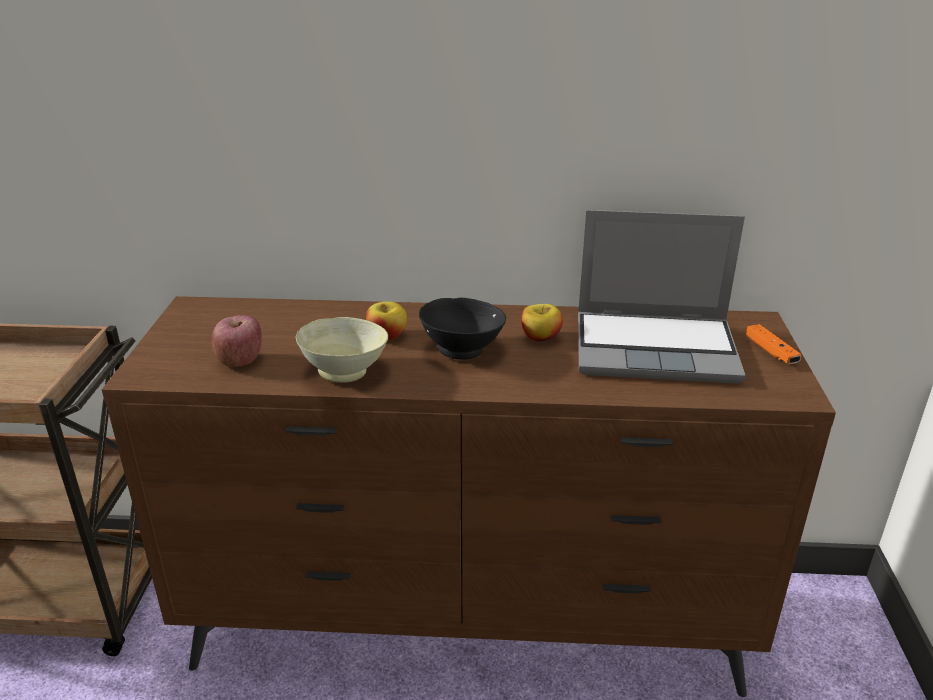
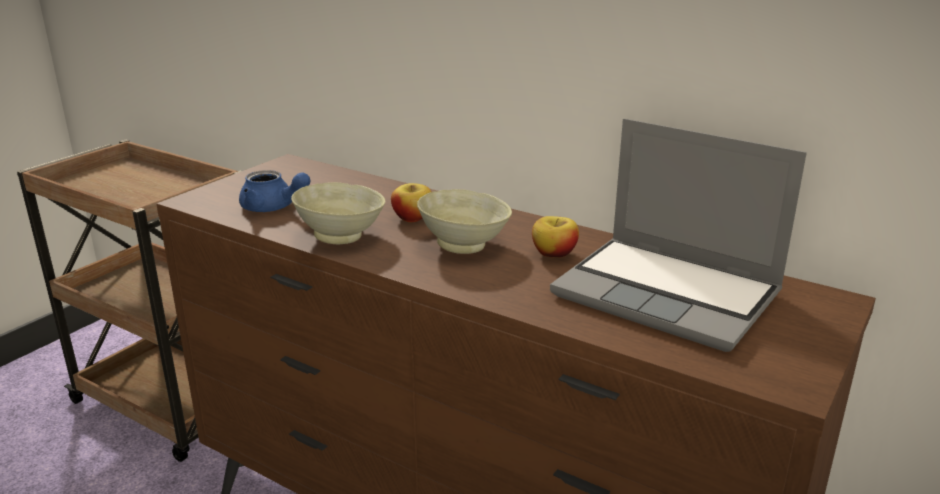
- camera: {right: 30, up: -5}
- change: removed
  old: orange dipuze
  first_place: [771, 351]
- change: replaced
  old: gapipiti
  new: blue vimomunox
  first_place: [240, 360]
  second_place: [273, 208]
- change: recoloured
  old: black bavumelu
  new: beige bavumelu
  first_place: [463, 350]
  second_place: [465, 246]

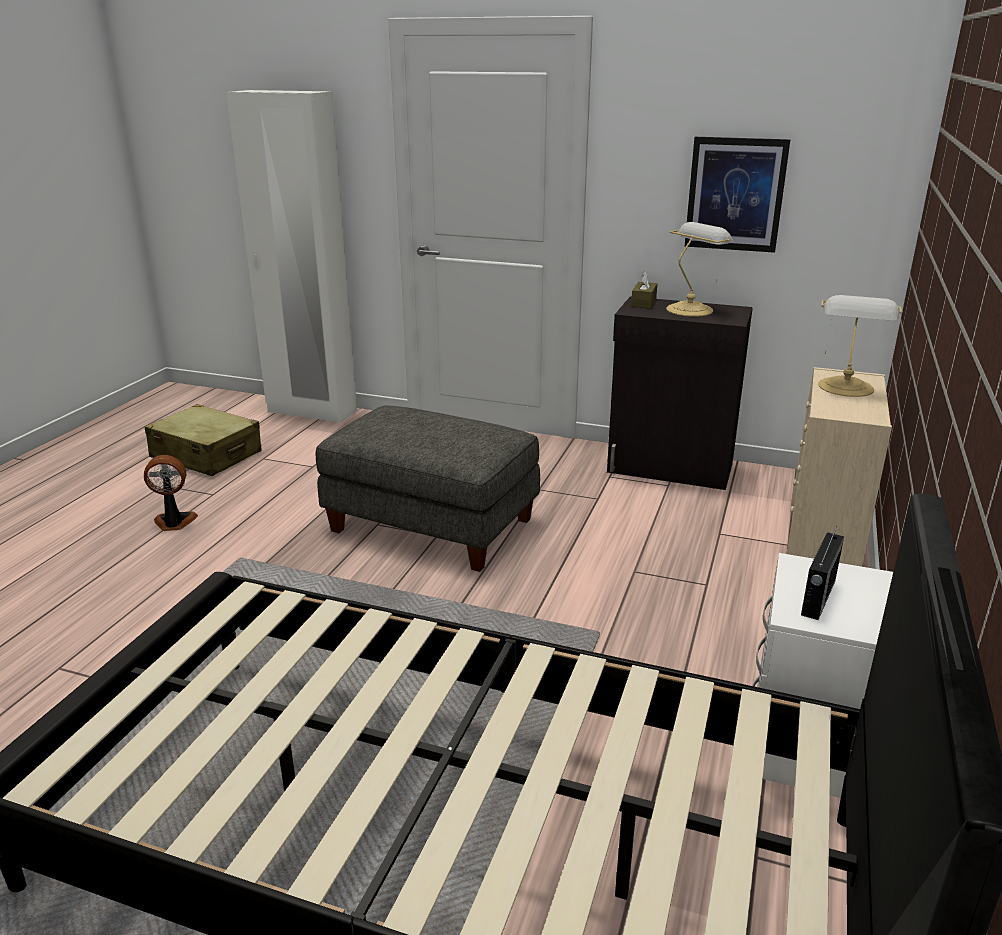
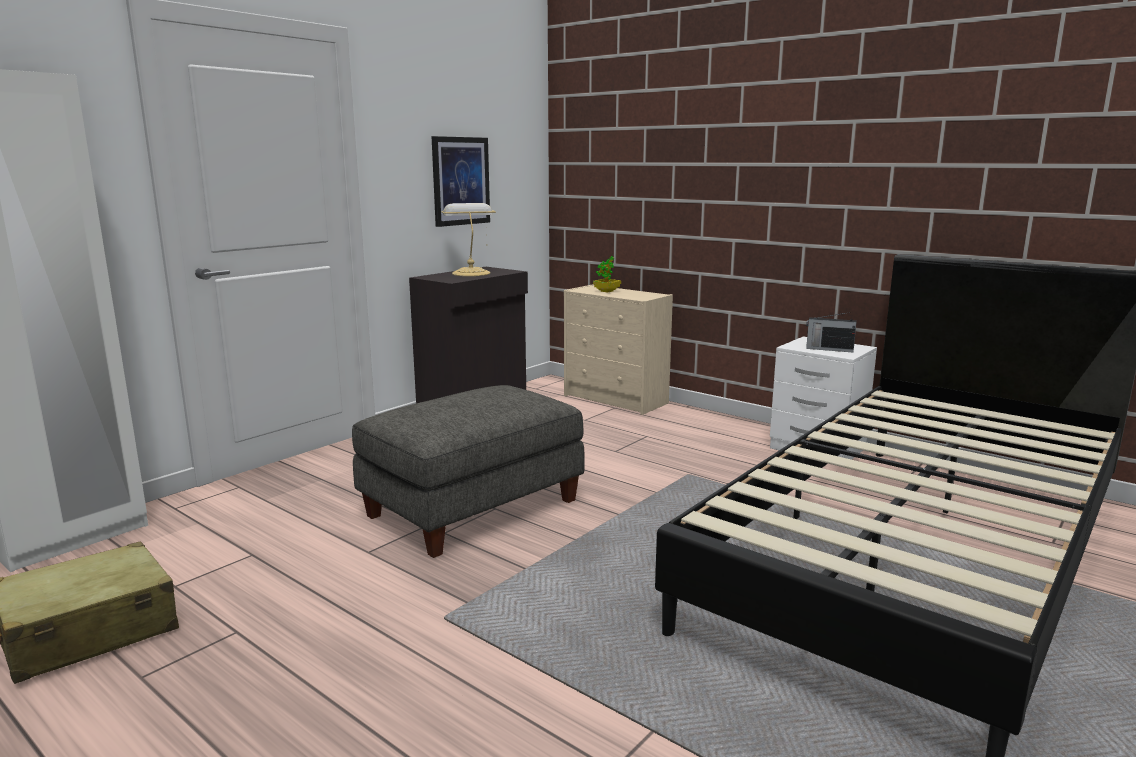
- camera: {right: -70, up: -10}
- change: removed
  old: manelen
  first_place: [174, 523]
- change: removed
  old: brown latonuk
  first_place: [643, 302]
- change: replaced
  old: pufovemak
  new: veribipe
  first_place: [846, 388]
  second_place: [607, 291]
- change: turned
  old: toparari
  first_place: [817, 598]
  second_place: [828, 349]
  degrees: 150

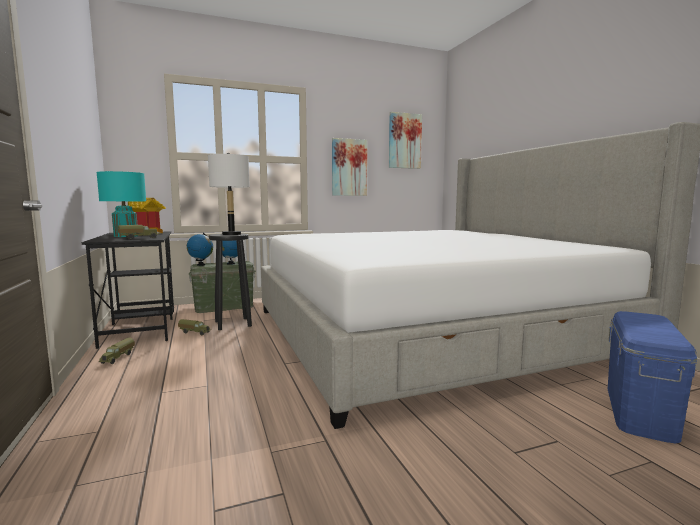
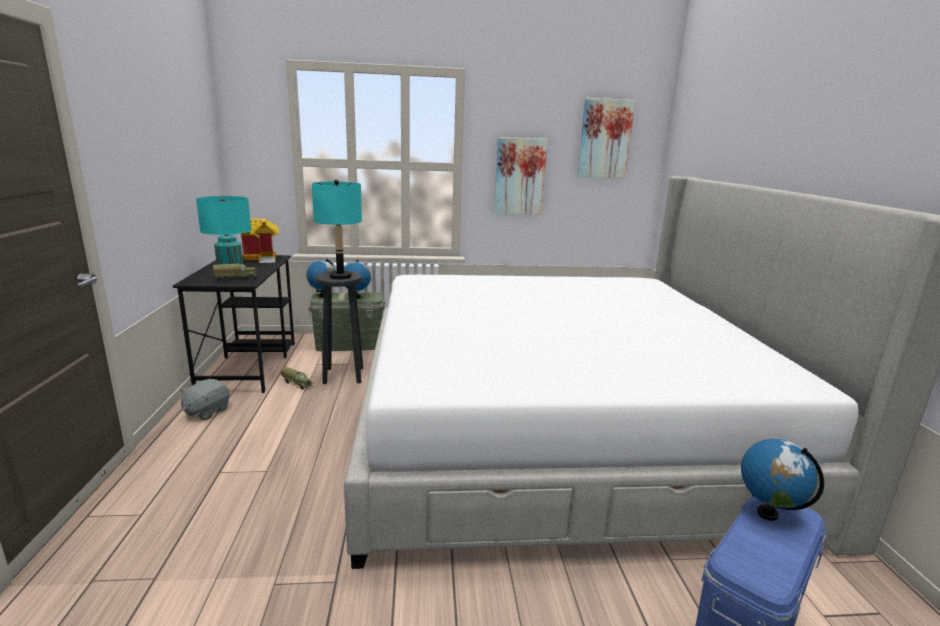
- camera: {right: 15, up: 10}
- change: added
  new: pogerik
  second_place: [767, 513]
- change: replaced
  old: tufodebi
  new: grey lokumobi
  first_place: [118, 358]
  second_place: [206, 411]
- change: recoloured
  old: white pufovemak
  new: turquoise pufovemak
  first_place: [231, 234]
  second_place: [340, 276]

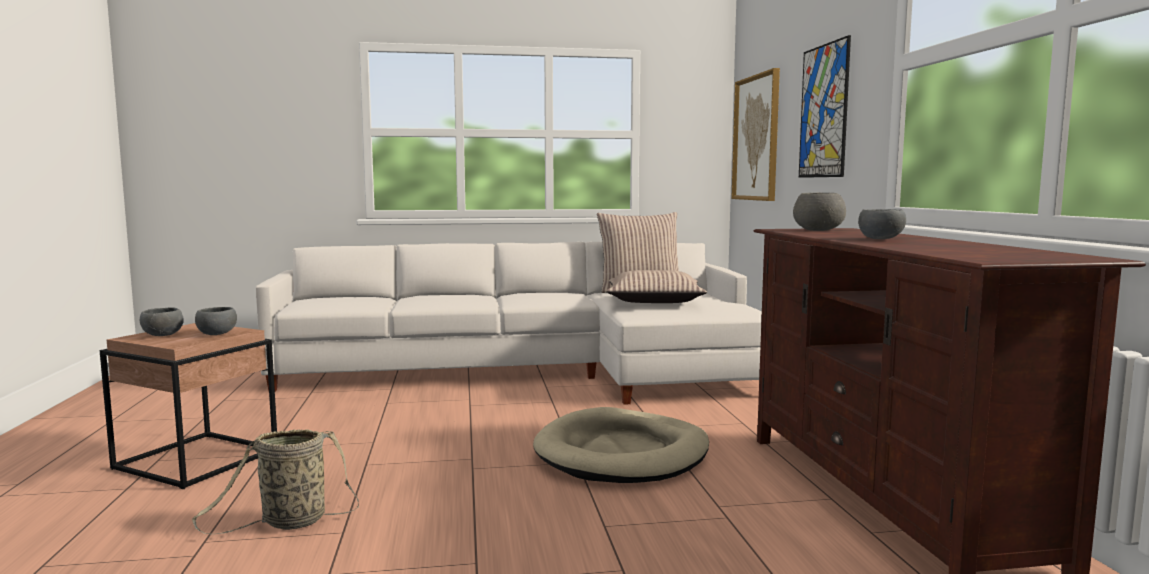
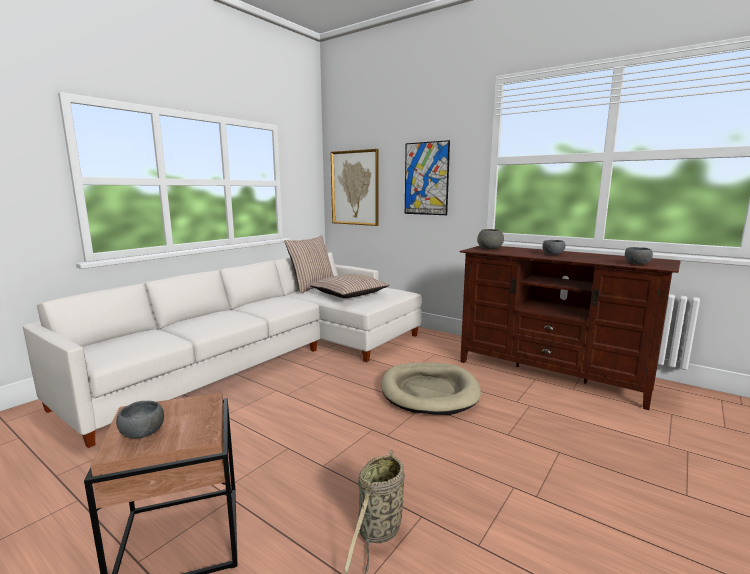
- camera: {right: -45, up: 5}
- change: moved
  old: grey bavumelu
  first_place: [217, 334]
  second_place: [636, 264]

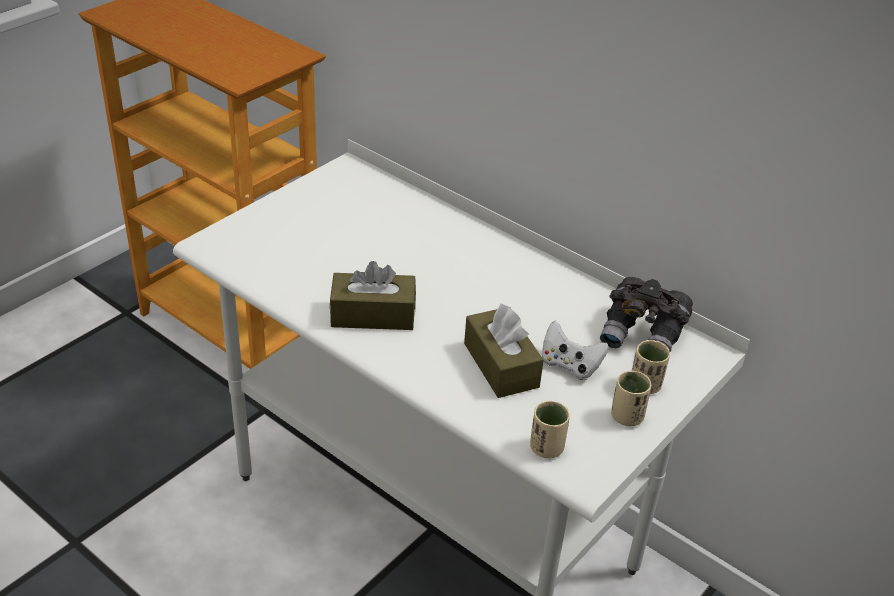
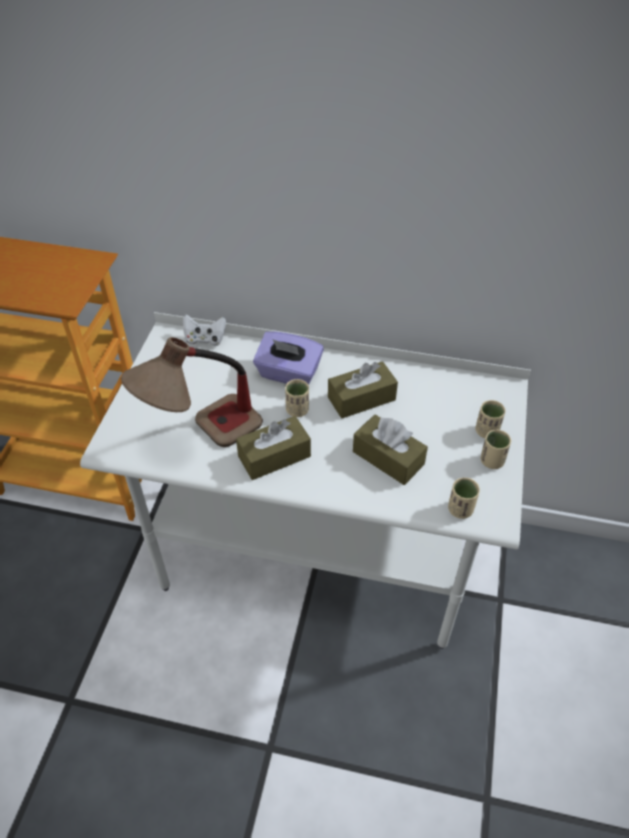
- camera: {right: -25, up: 10}
- change: removed
  old: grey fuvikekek
  first_place: [643, 335]
- change: added
  new: pufovemak
  second_place: [202, 439]
- change: added
  new: purple latonuk
  second_place: [288, 374]
- change: added
  new: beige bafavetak
  second_place: [297, 410]
- change: added
  new: brown latonuk
  second_place: [361, 398]
- change: moved
  old: white dipuze
  first_place: [569, 365]
  second_place: [205, 339]

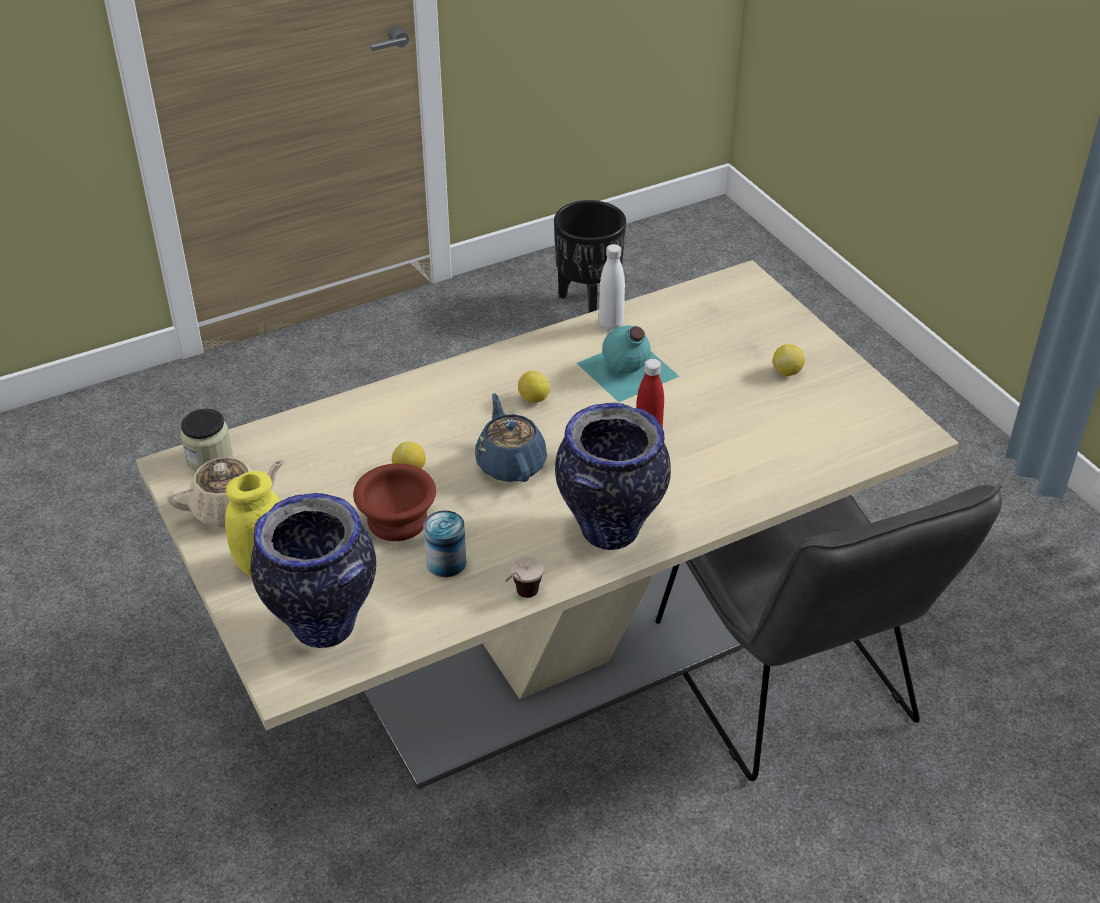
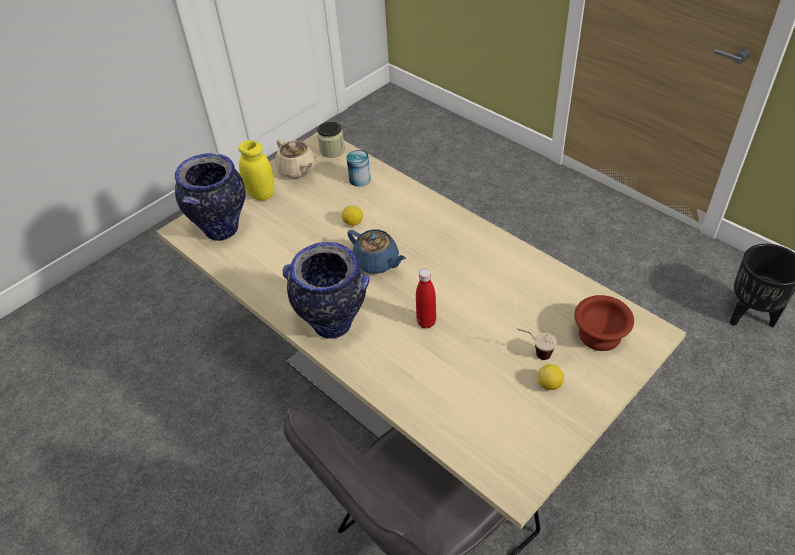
- camera: {right: 75, up: 5}
- change: removed
  old: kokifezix
  first_place: [533, 398]
- change: removed
  old: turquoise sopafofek
  first_place: [627, 370]
- change: removed
  old: white sopafofek
  first_place: [611, 325]
- change: moved
  old: brown bavumelu
  first_place: [398, 522]
  second_place: [598, 336]
- change: moved
  old: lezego
  first_place: [446, 562]
  second_place: [359, 179]
- change: moved
  old: bafavetak
  first_place: [521, 599]
  second_place: [534, 353]
- change: turned
  old: blue vimomunox
  first_place: [510, 463]
  second_place: [377, 262]
  degrees: 75

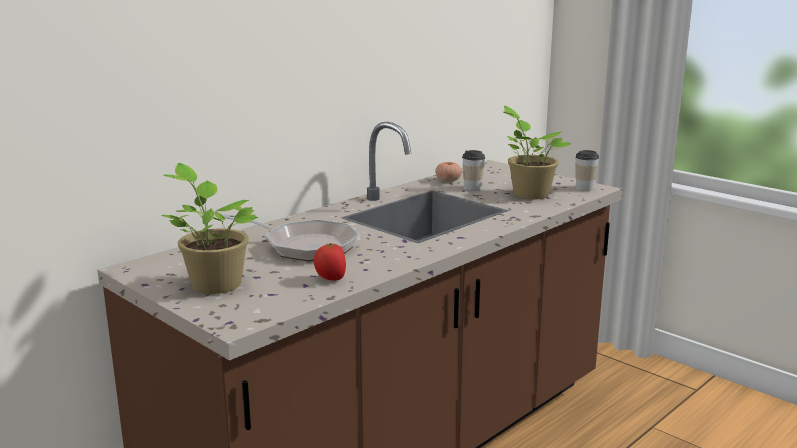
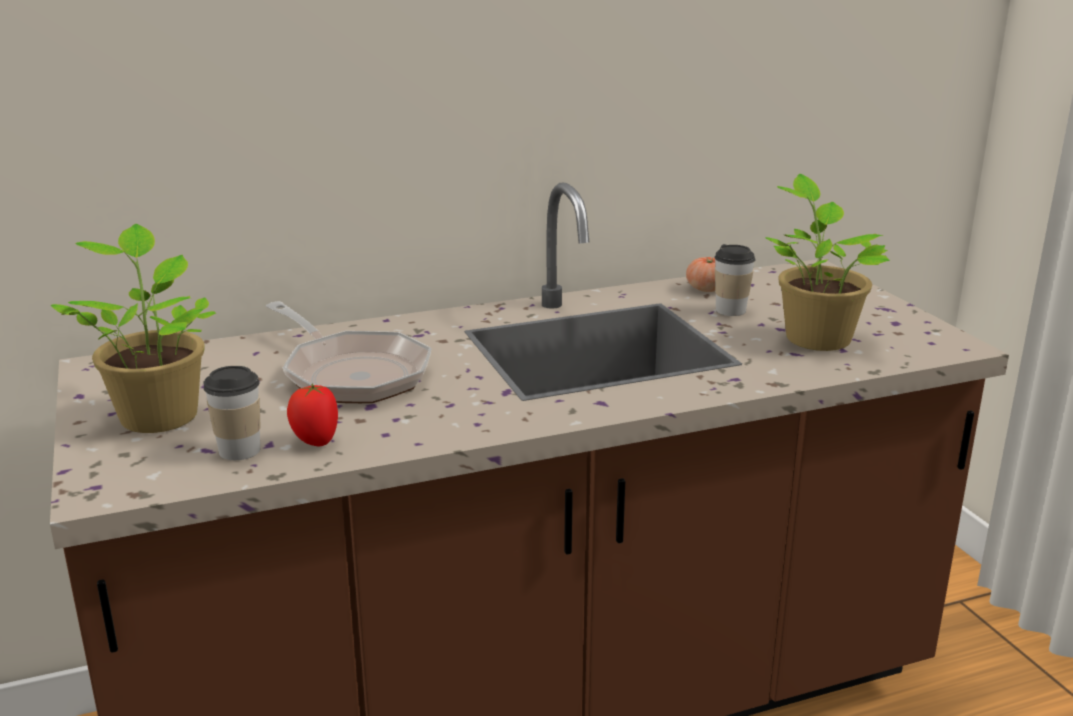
- camera: {right: 25, up: 5}
- change: moved
  old: bafavetak
  first_place: [584, 188]
  second_place: [239, 450]

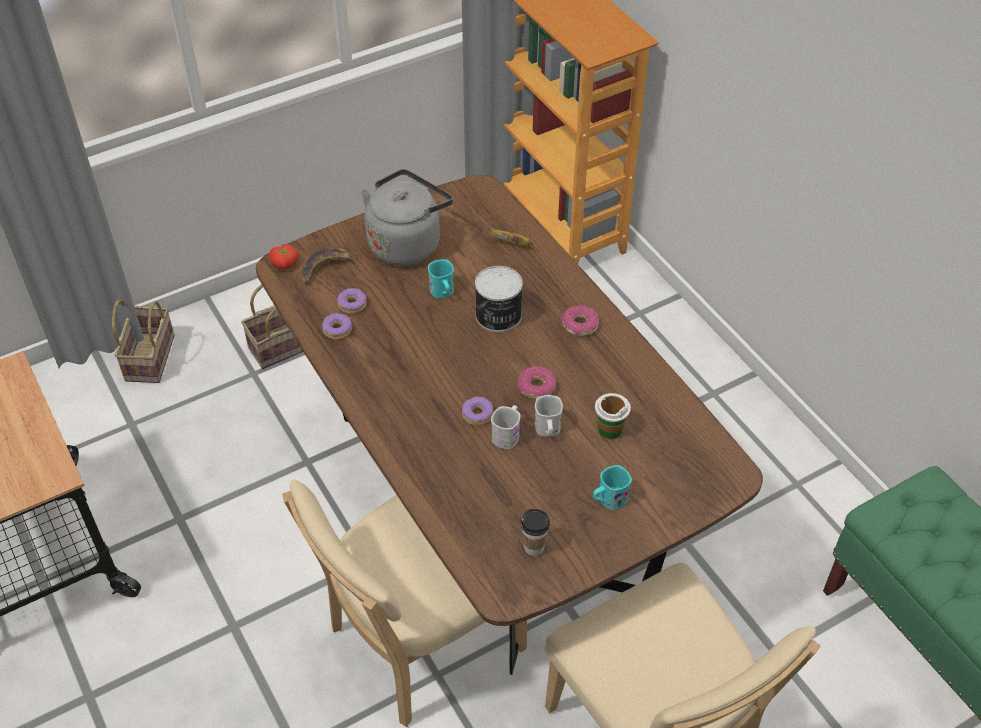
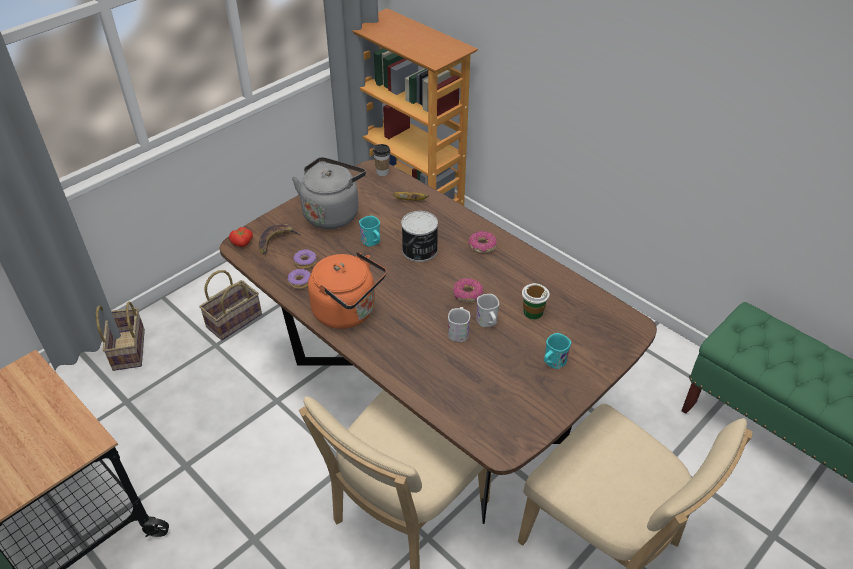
- camera: {right: -15, up: -5}
- change: removed
  old: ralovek
  first_place: [477, 415]
- change: added
  new: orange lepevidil
  second_place: [348, 312]
- change: moved
  old: bafavetak
  first_place: [534, 547]
  second_place: [382, 172]

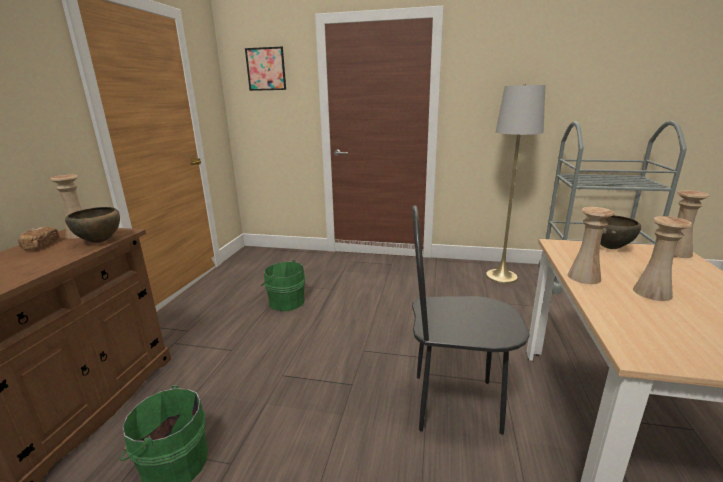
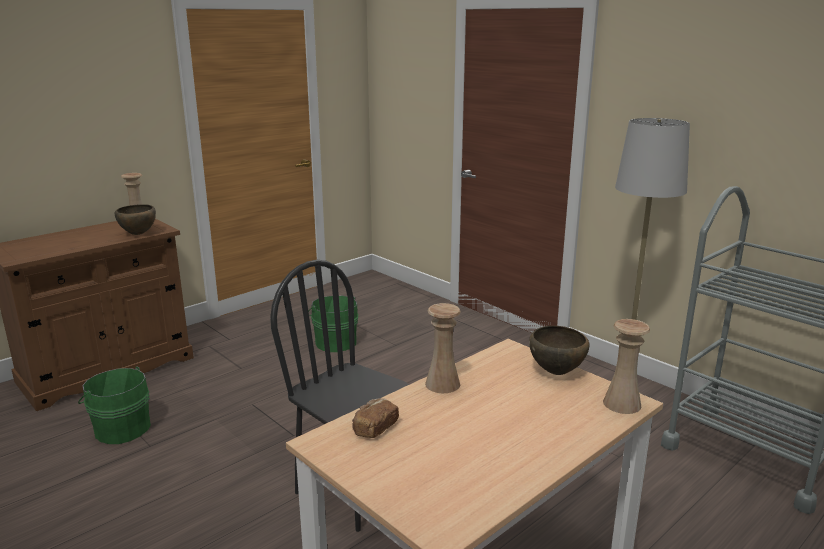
- camera: {right: 35, up: 0}
- change: removed
  old: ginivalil
  first_place: [266, 69]
- change: removed
  old: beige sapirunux
  first_place: [652, 292]
- change: moved
  old: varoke
  first_place: [40, 246]
  second_place: [374, 428]

